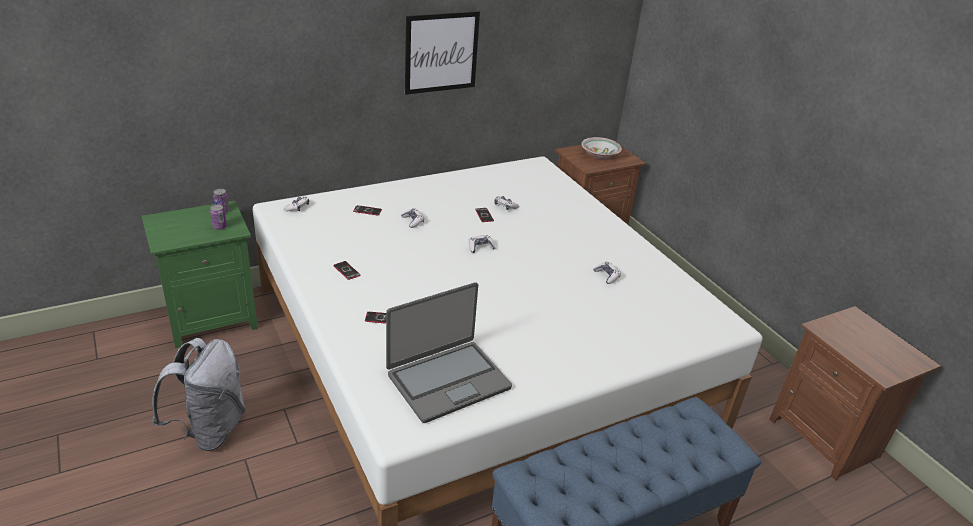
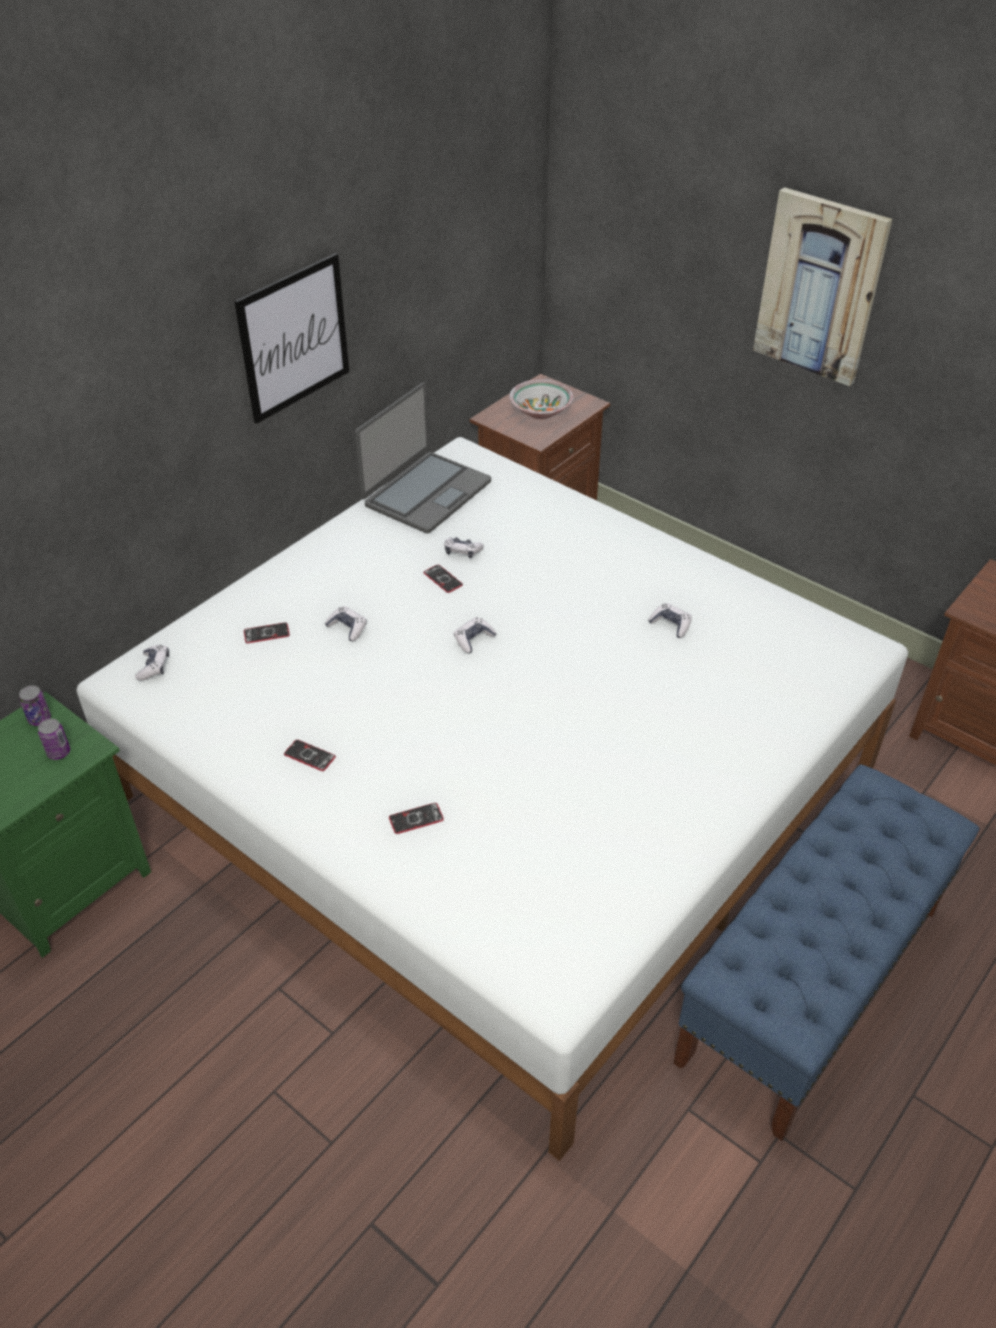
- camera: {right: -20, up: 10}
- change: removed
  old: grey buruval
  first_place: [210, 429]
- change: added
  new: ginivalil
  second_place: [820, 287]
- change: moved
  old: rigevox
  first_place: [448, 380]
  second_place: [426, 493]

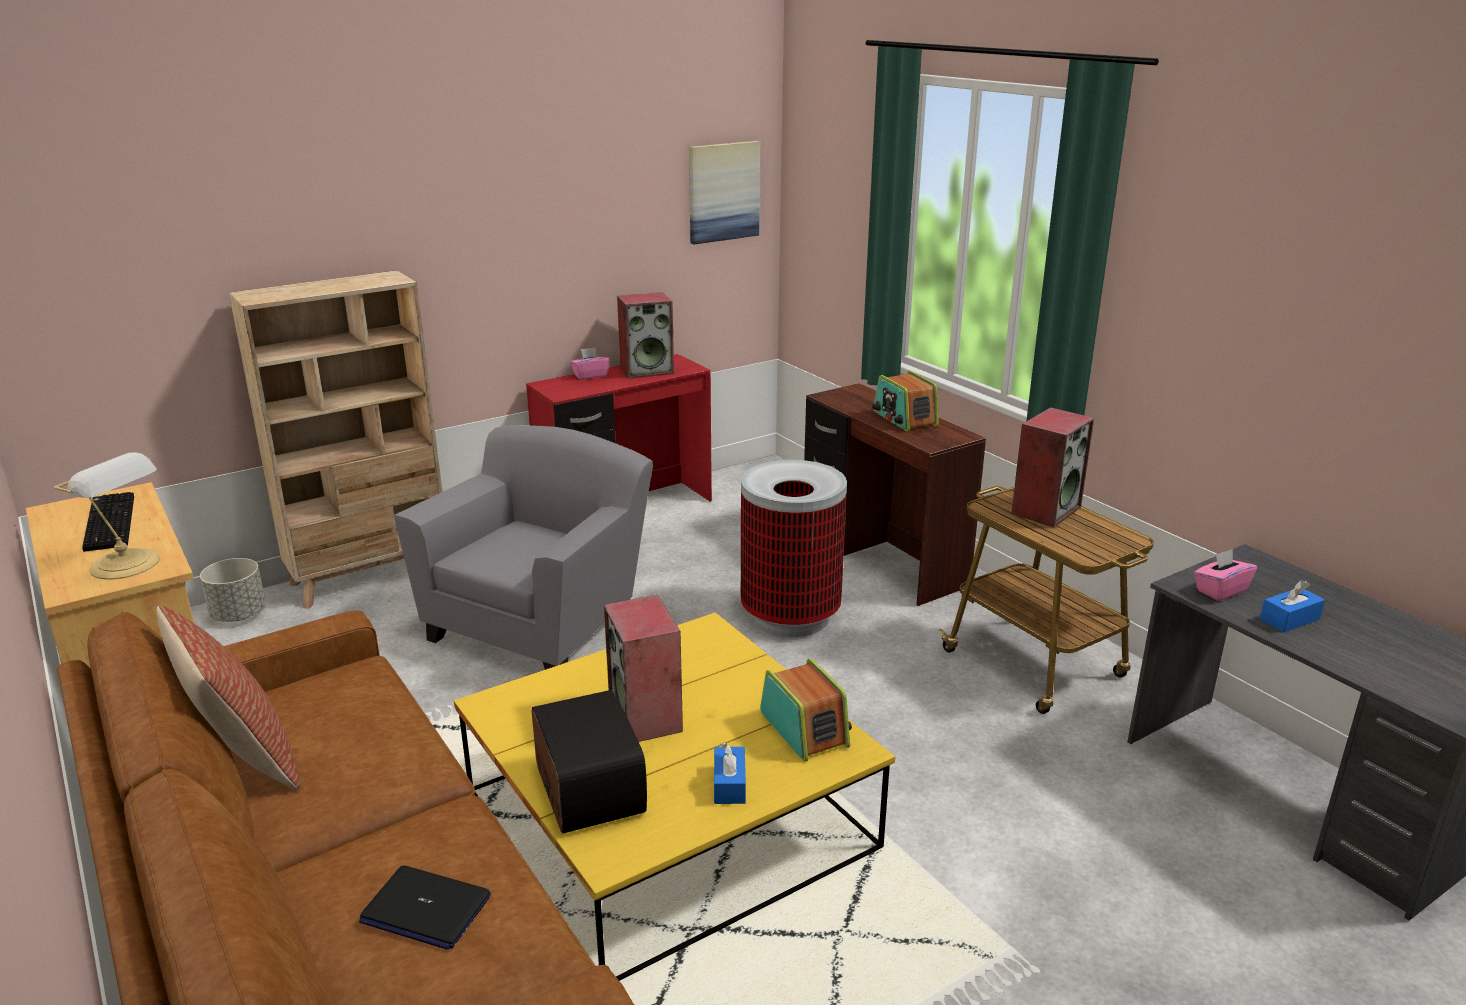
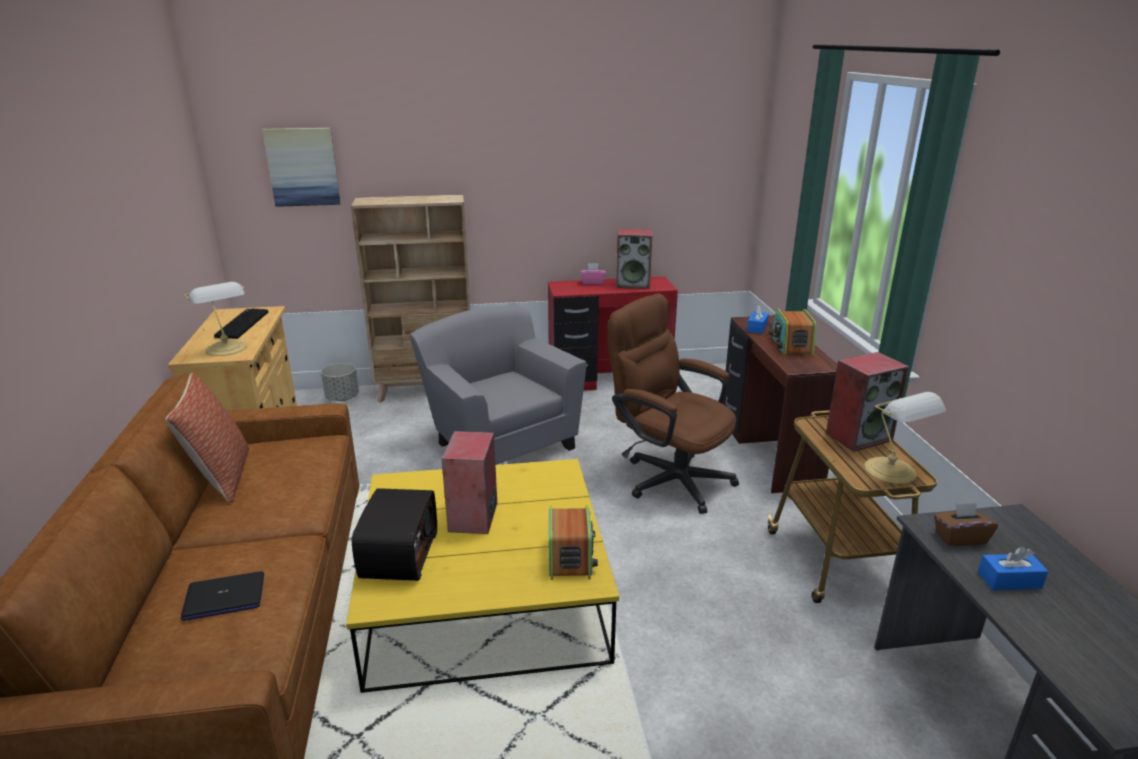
- camera: {right: 25, up: 0}
- change: added
  new: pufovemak
  second_place: [892, 471]
- change: moved
  old: ginivalil
  first_place: [723, 192]
  second_place: [303, 167]
- change: moved
  old: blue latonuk
  first_place: [729, 784]
  second_place: [757, 328]
- change: replaced
  old: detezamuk
  new: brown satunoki
  first_place: [790, 615]
  second_place: [669, 477]
- change: recoloured
  old: pink latonuk
  new: brown latonuk
  first_place: [1220, 590]
  second_place: [960, 538]
- change: turned
  old: rigevox
  first_place: [425, 909]
  second_place: [224, 597]
  degrees: -60
- change: turned
  old: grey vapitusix
  first_place: [540, 625]
  second_place: [500, 443]
  degrees: -90

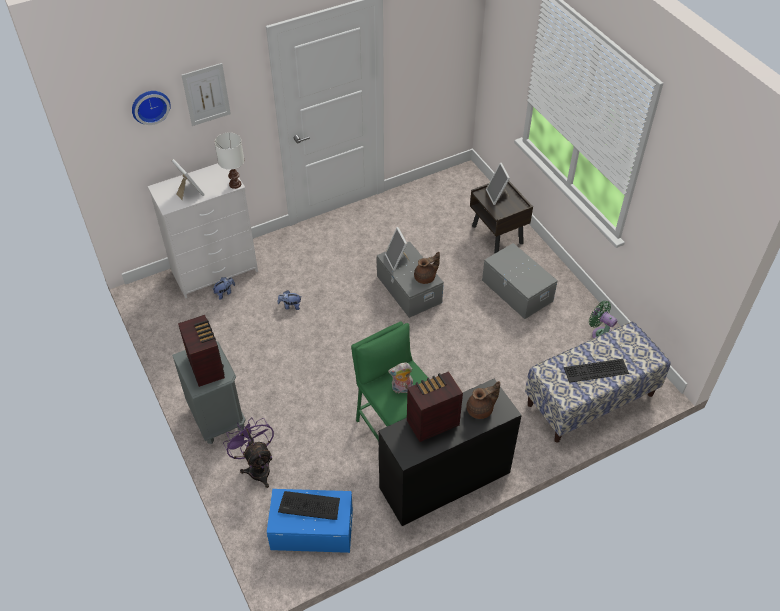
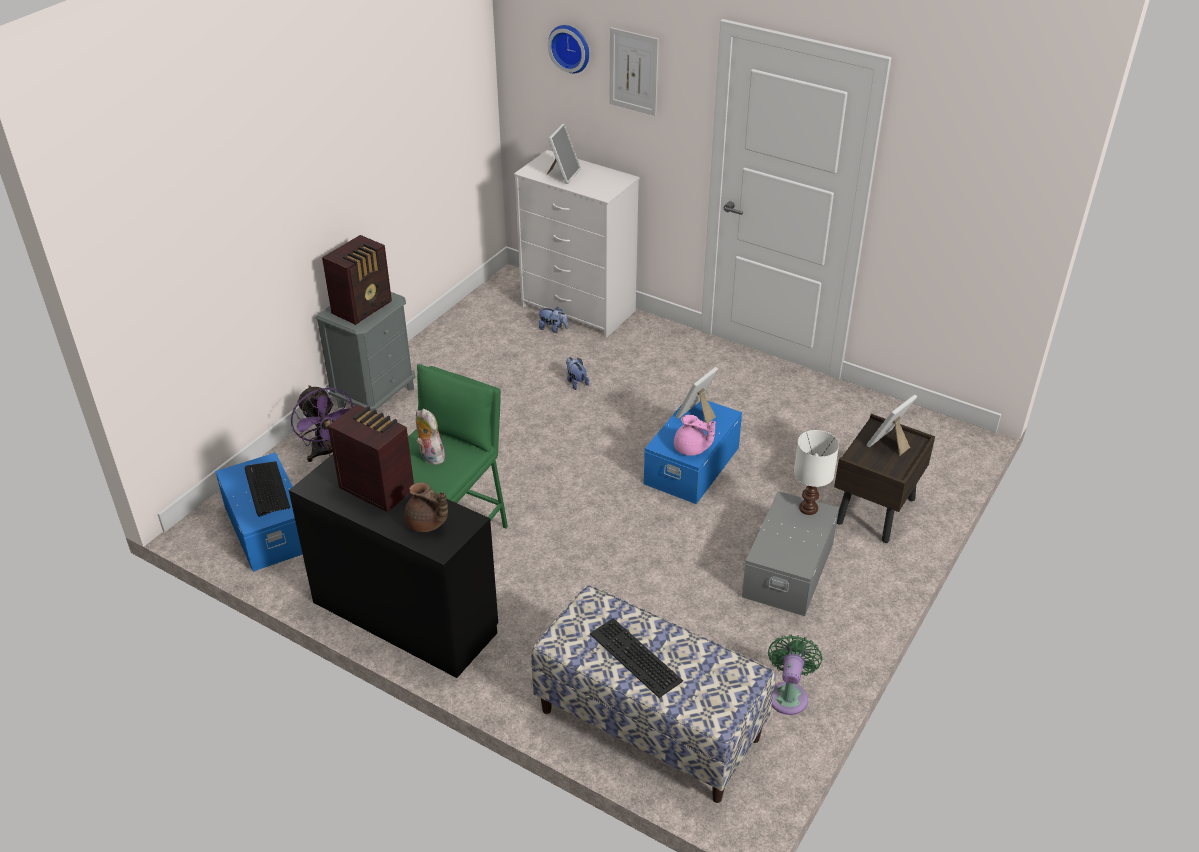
- camera: {right: 60, up: -10}
- change: moved
  old: white pufovemak
  first_place: [235, 184]
  second_place: [807, 508]
- change: recoloured
  old: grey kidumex
  new: blue kidumex
  first_place: [408, 289]
  second_place: [690, 465]
- change: recoloured
  old: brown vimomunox
  new: pink vimomunox
  first_place: [426, 277]
  second_place: [691, 449]
- change: turned
  old: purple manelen
  first_place: [257, 467]
  second_place: [327, 452]
  degrees: 120

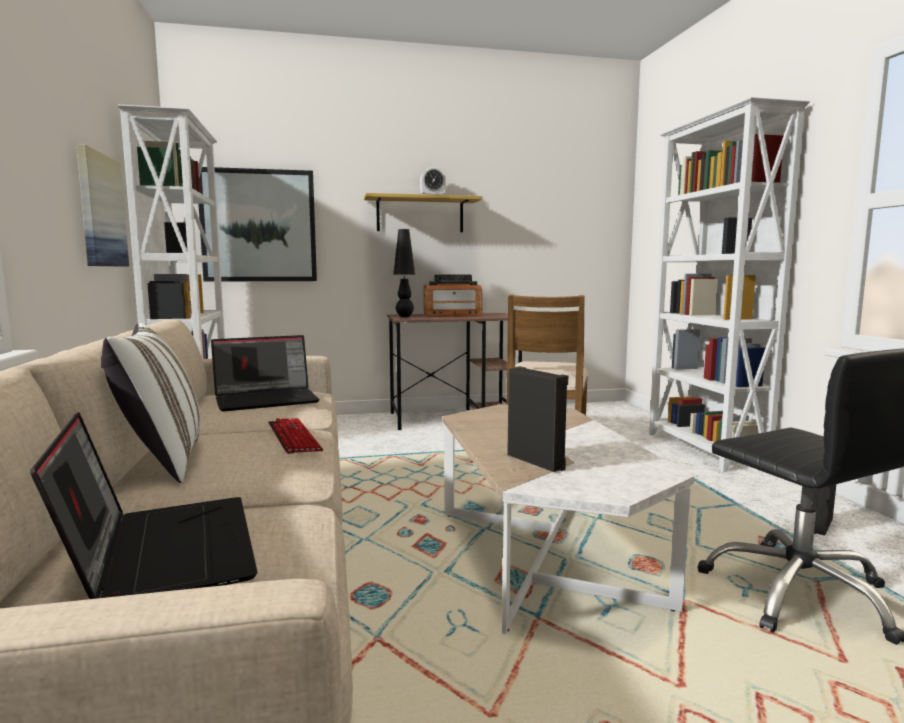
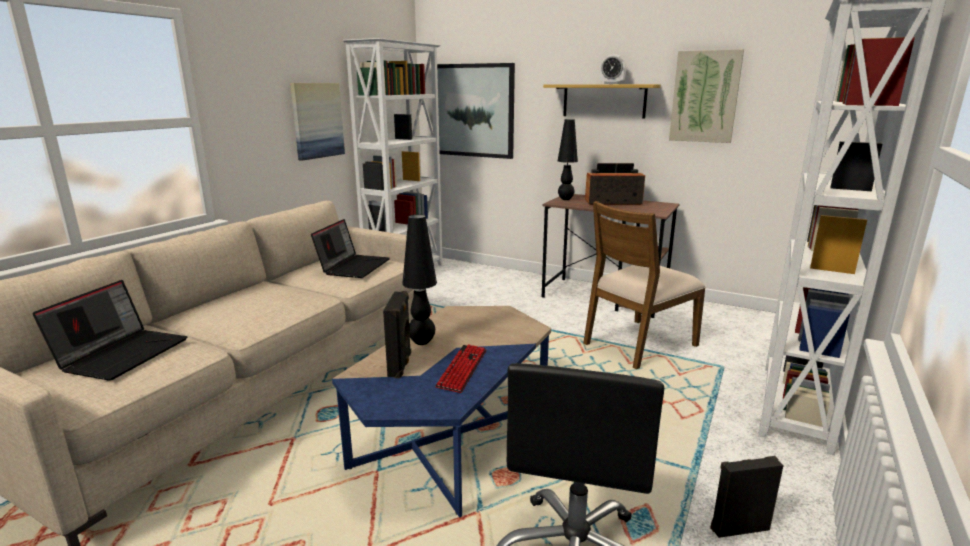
- camera: {right: 40, up: 10}
- change: removed
  old: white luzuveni
  first_place: [160, 462]
- change: added
  new: black pufovemak
  second_place: [422, 342]
- change: added
  new: ginivalil
  second_place: [705, 96]
- change: moved
  old: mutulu
  first_place: [293, 438]
  second_place: [462, 369]
- change: recoloured
  old: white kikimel
  new: blue kikimel
  first_place: [542, 557]
  second_place: [453, 436]
- change: turned
  old: rigevox
  first_place: [267, 399]
  second_place: [353, 266]
  degrees: -90
- change: turned
  old: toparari
  first_place: [452, 315]
  second_place: [613, 202]
  degrees: 150

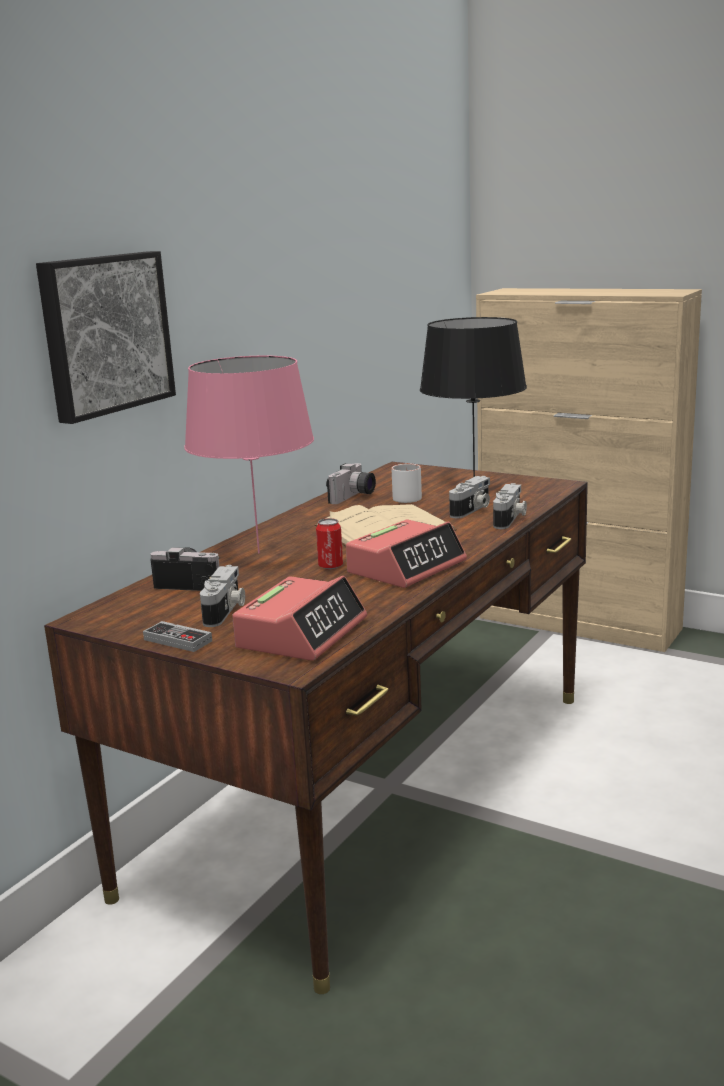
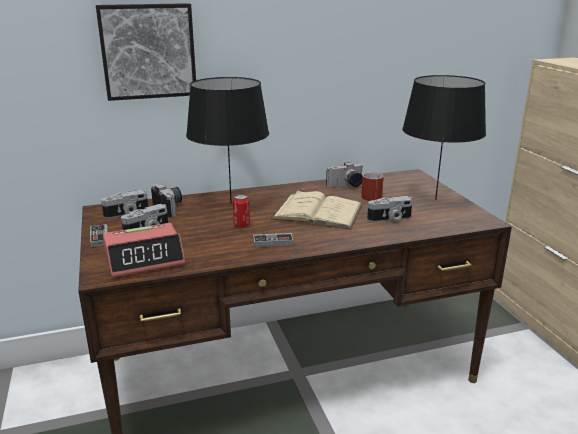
- camera: {right: 40, up: 5}
- change: moved
  old: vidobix
  first_place: [510, 519]
  second_place: [127, 214]
- change: replaced
  old: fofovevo
  new: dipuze
  first_place: [407, 567]
  second_place: [273, 242]
- change: recoloured
  old: pink pufovemak
  new: black pufovemak
  first_place: [258, 553]
  second_place: [230, 203]
- change: recoloured
  old: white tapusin
  new: red tapusin
  first_place: [403, 497]
  second_place: [371, 195]

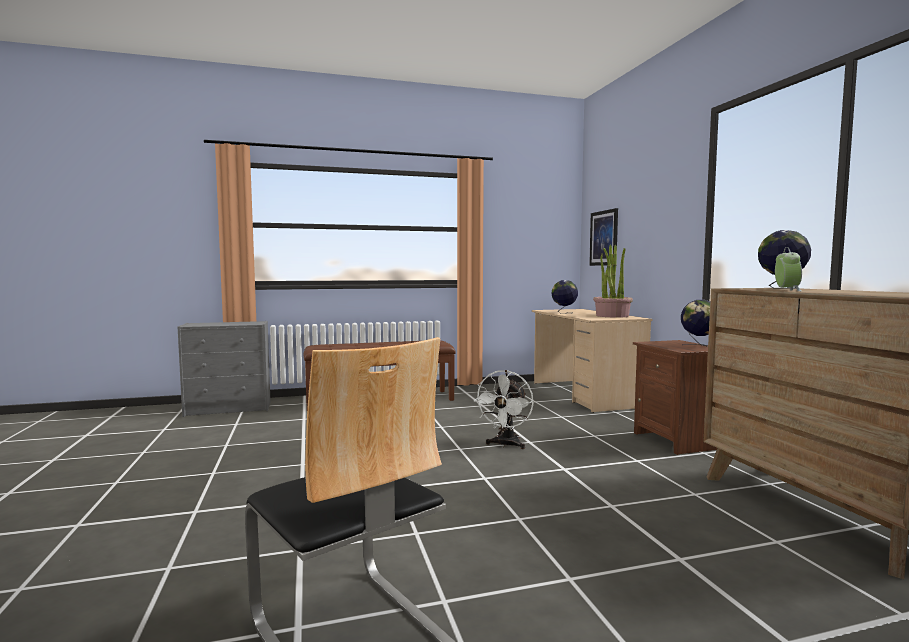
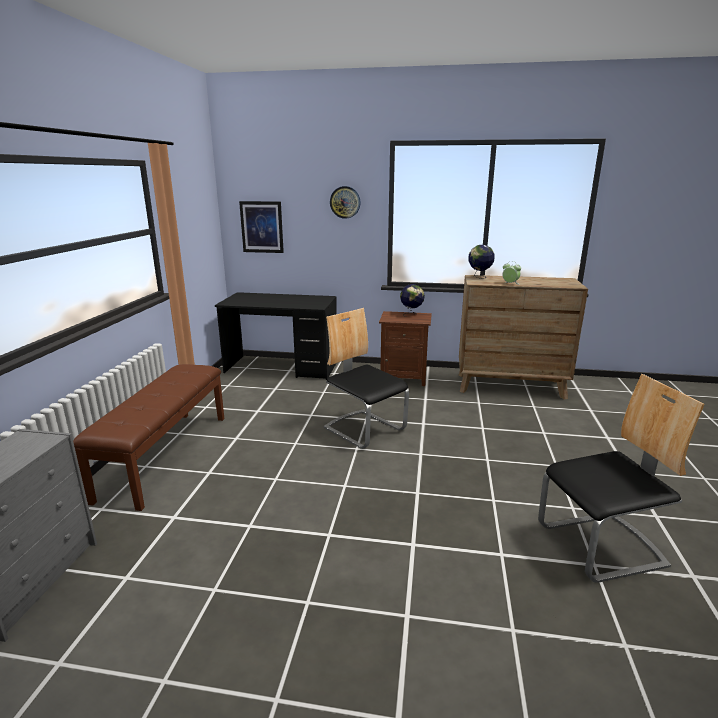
- camera: {right: -65, up: 15}
- change: removed
  old: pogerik
  first_place: [564, 313]
- change: removed
  old: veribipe
  first_place: [612, 316]
- change: added
  new: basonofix
  second_place: [345, 202]
- change: replaced
  old: white manelen
  new: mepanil
  first_place: [505, 445]
  second_place: [364, 429]
- change: recoloured
  old: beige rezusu
  new: black rezusu
  first_place: [585, 394]
  second_place: [282, 367]

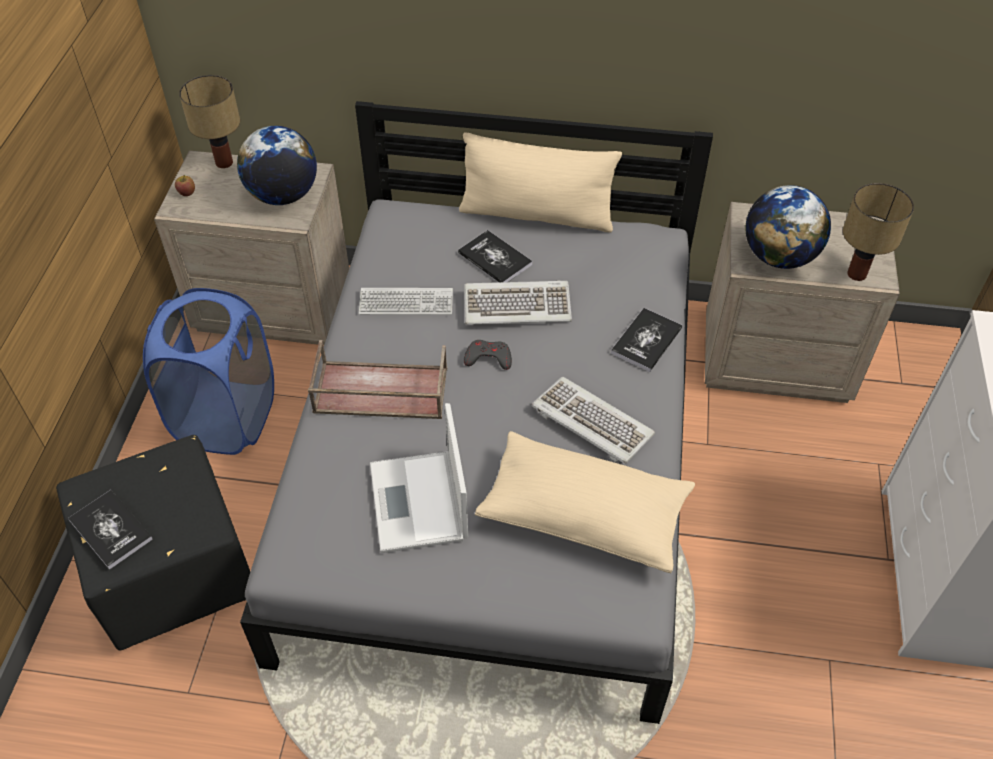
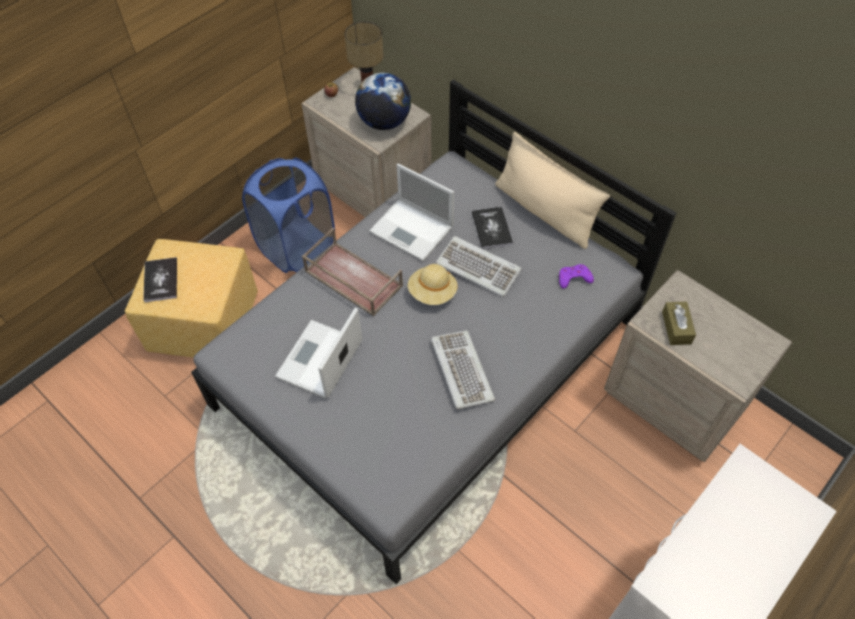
- camera: {right: 35, up: 5}
- change: removed
  old: beige luzuveni
  first_place: [584, 515]
- change: removed
  old: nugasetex
  first_place: [646, 341]
- change: removed
  old: pufovemak
  first_place: [857, 275]
- change: added
  new: purple dipuze
  second_place: [574, 278]
- change: replaced
  old: mutulu
  new: rigevox
  first_place: [406, 303]
  second_place: [413, 230]
- change: replaced
  old: grey dipuze
  new: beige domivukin
  first_place: [488, 358]
  second_place: [432, 292]
- change: replaced
  old: pogerik
  new: brown latonuk
  first_place: [779, 257]
  second_place: [676, 328]
- change: recoloured
  old: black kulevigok
  new: yellow kulevigok
  first_place: [173, 570]
  second_place: [206, 322]

